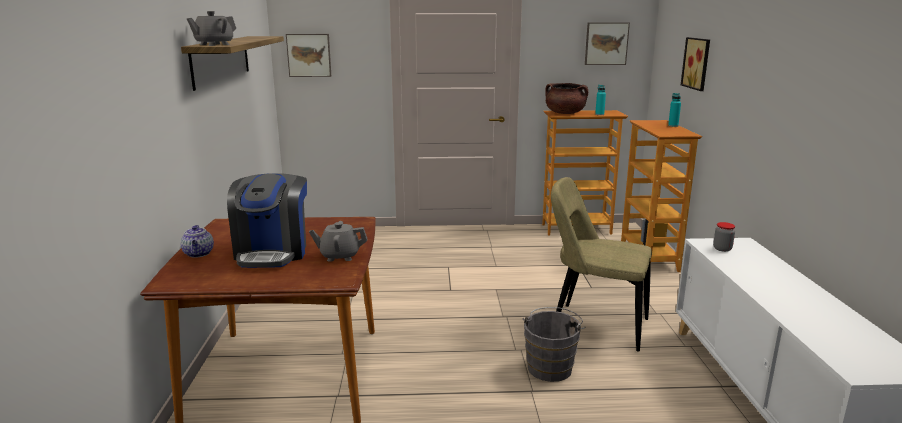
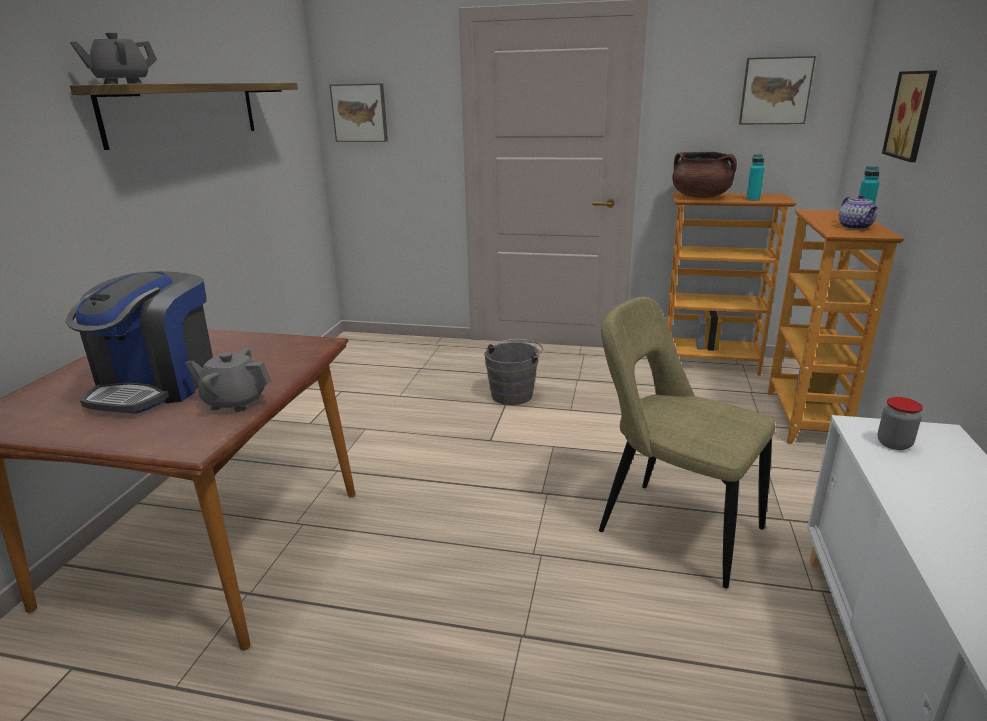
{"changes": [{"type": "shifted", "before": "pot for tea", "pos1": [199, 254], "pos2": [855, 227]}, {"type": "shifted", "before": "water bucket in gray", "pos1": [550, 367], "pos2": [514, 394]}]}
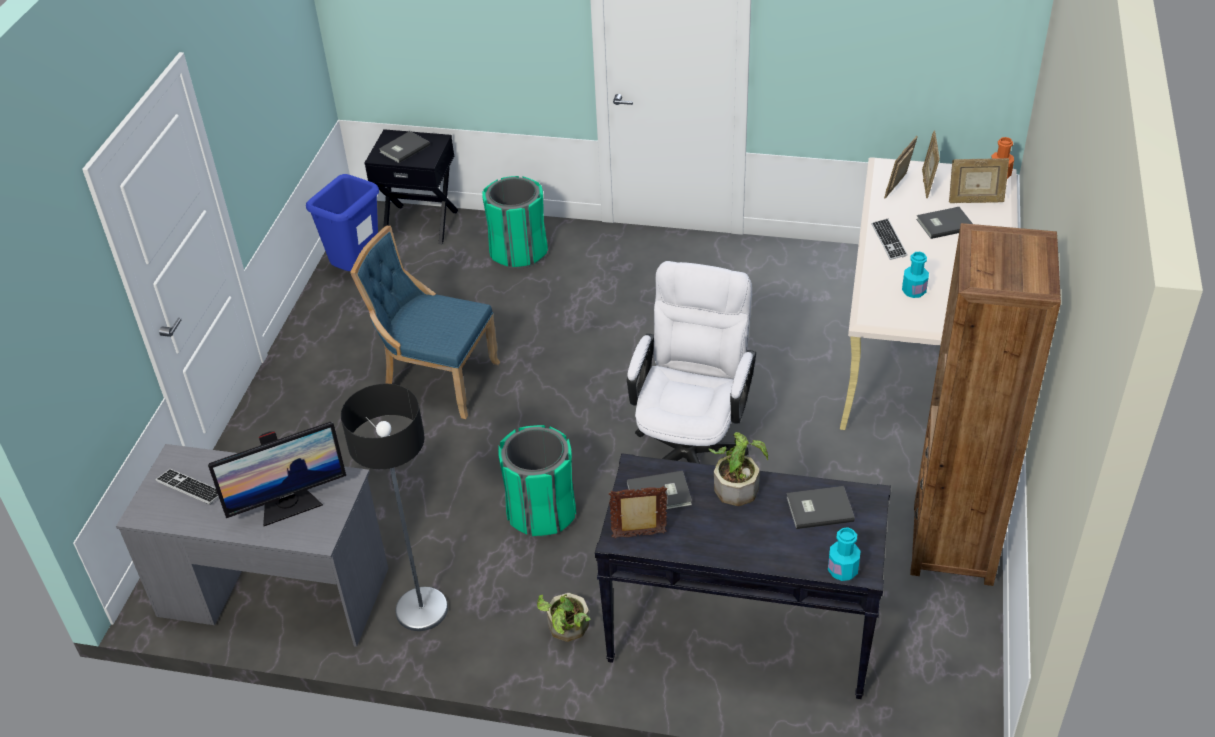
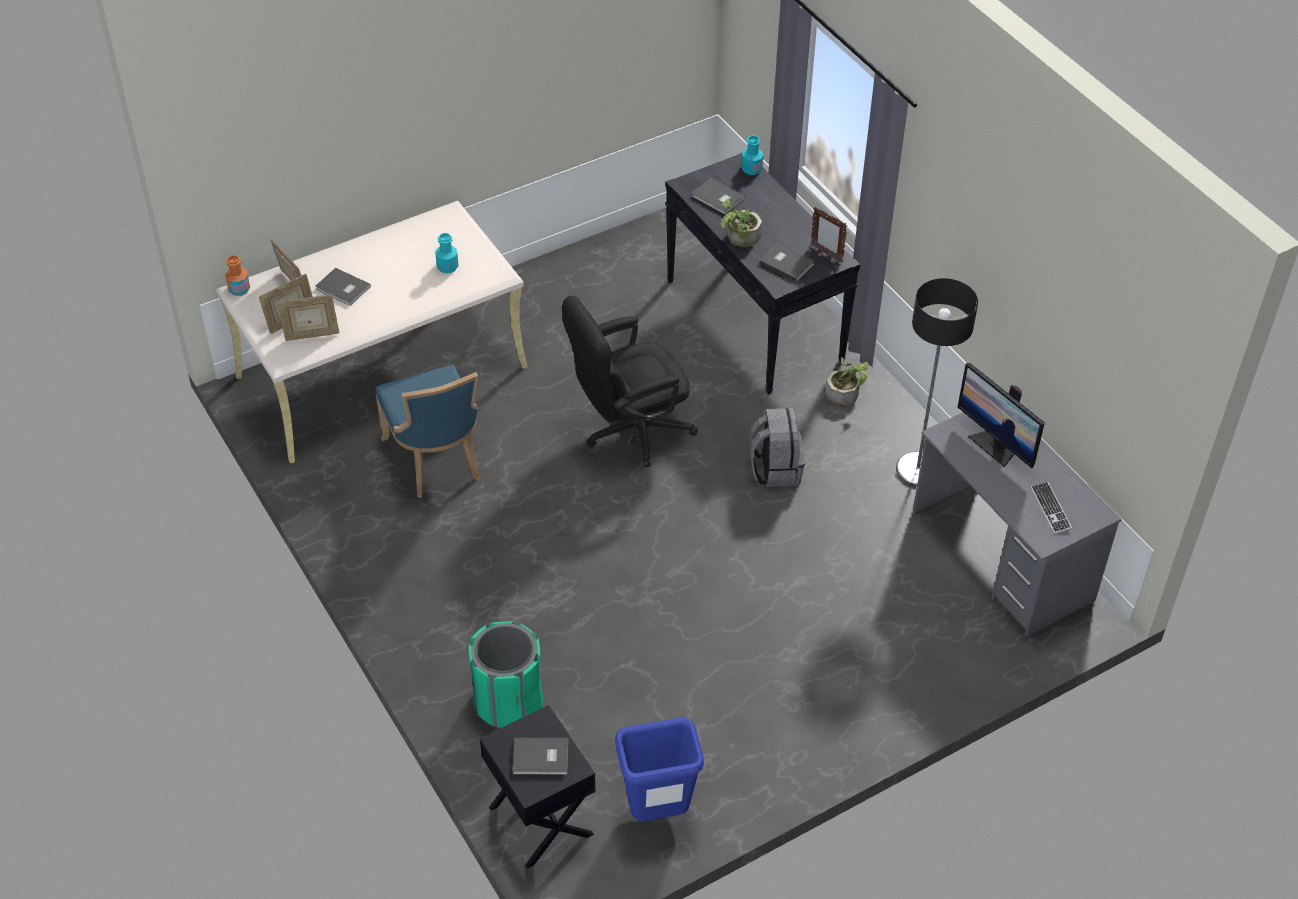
{"changes": [{"type": "gone", "before": "computer keyboard", "pos1": [889, 240]}, {"type": "gone", "before": "shelving unit in brown-coloured", "pos1": [953, 543]}, {"type": "shifted", "before": "upright chair in blue", "pos1": [436, 379], "pos2": [436, 460]}, {"type": "swapped", "before": "trash can in greenish", "after": "knapsack in gray", "pos1": [541, 512], "pos2": [775, 469]}, {"type": "repainted", "before": "desk chair in whitish", "after": "desk chair in black-coloured", "pos1": [691, 447], "pos2": [629, 431]}, {"type": "rotated", "before": "monitor", "pos1": [289, 505], "pos2": [995, 446], "turn": -150}]}
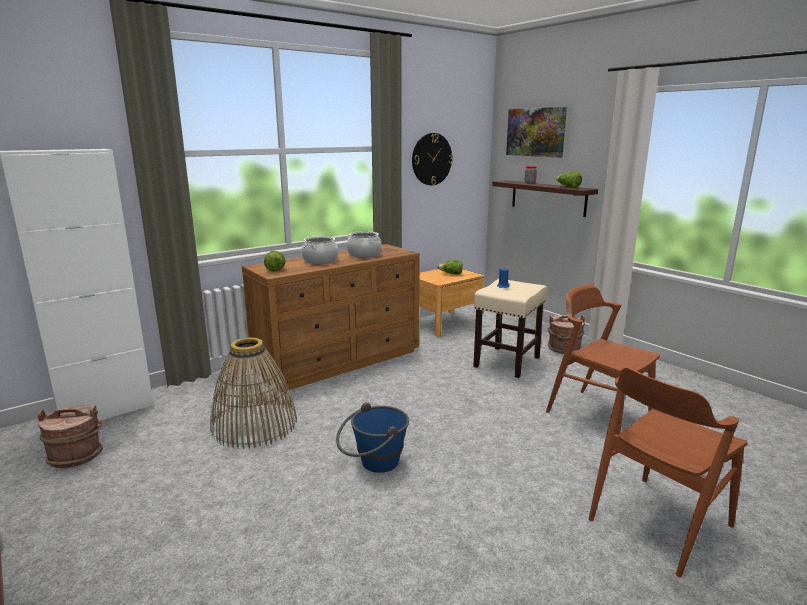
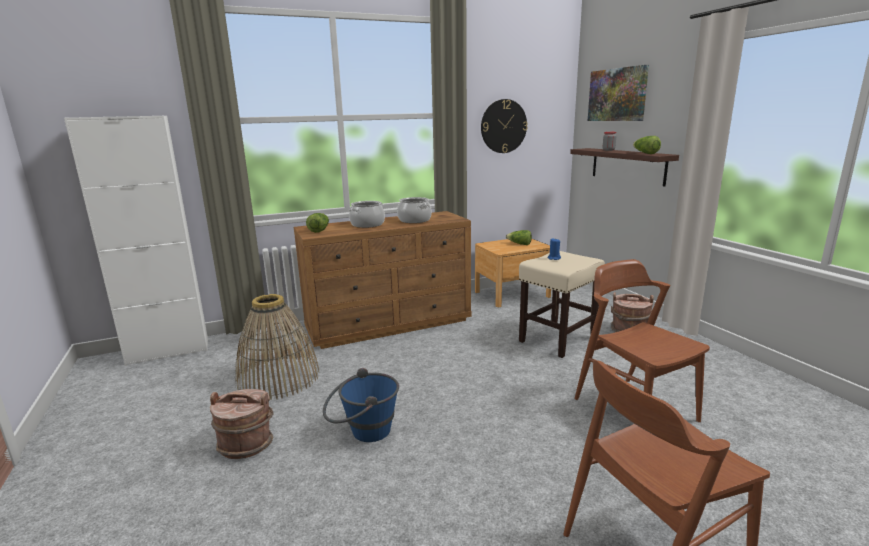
{"changes": [{"type": "shifted", "before": "water bucket in brown-coloured", "pos1": [76, 456], "pos2": [246, 444]}]}
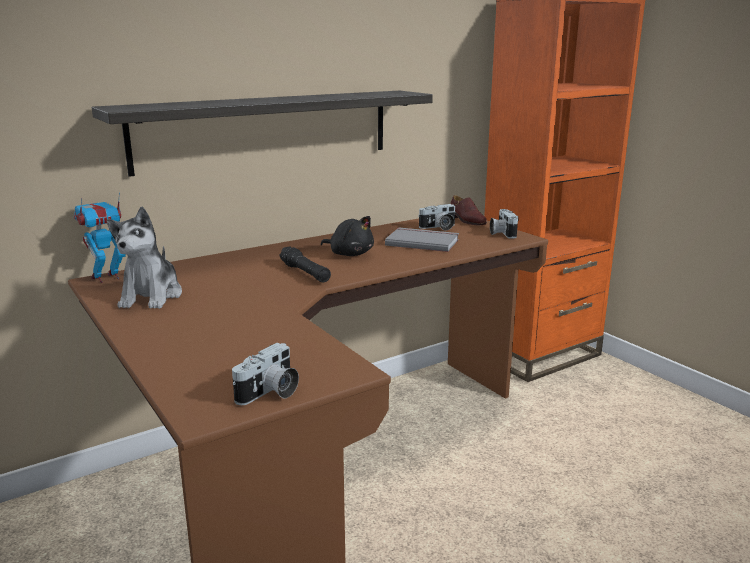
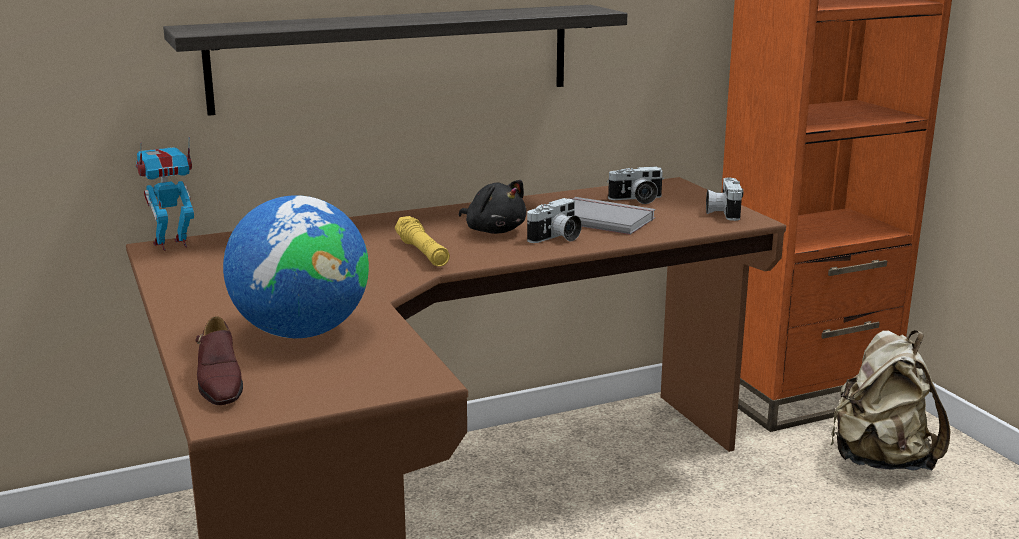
{"changes": [{"type": "gone", "before": "soft toy", "pos1": [151, 296]}, {"type": "new", "after": "desk globe", "pos2": [300, 332]}, {"type": "new", "after": "knapsack in beige", "pos2": [880, 460]}, {"type": "shifted", "before": "still camera", "pos1": [270, 393], "pos2": [556, 238]}, {"type": "shifted", "before": "item of footwear in brown-coloured", "pos1": [467, 221], "pos2": [219, 382]}, {"type": "repainted", "before": "torch in black-coloured", "after": "torch in yellow", "pos1": [305, 273], "pos2": [422, 253]}]}
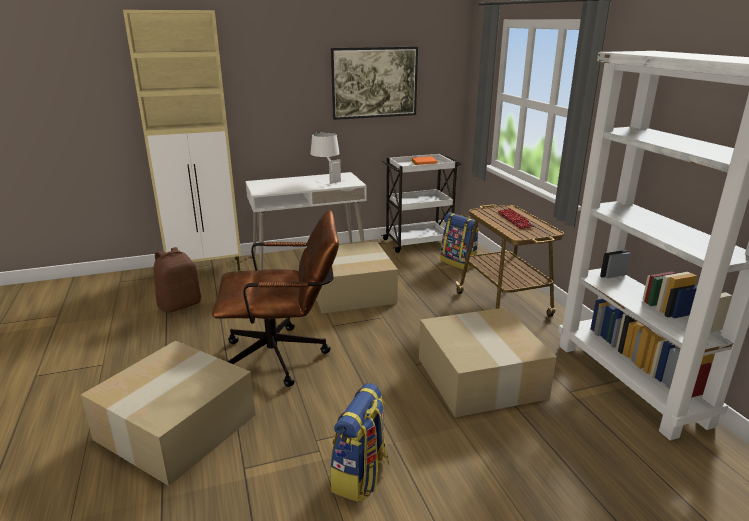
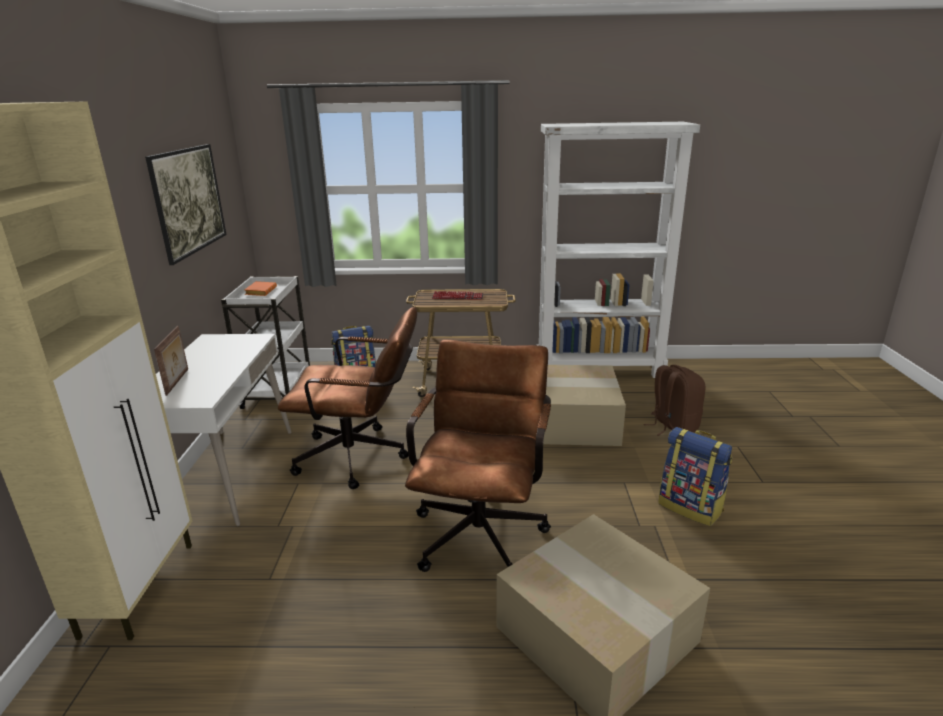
{"changes": [{"type": "gone", "before": "table lamp in whitish", "pos1": [326, 179]}, {"type": "new", "after": "photo frame", "pos2": [178, 381]}, {"type": "shifted", "before": "knapsack in brown-coloured", "pos1": [180, 305], "pos2": [672, 426]}, {"type": "swapped", "before": "carton", "after": "desk chair in brown-coloured", "pos1": [350, 292], "pos2": [361, 457]}]}
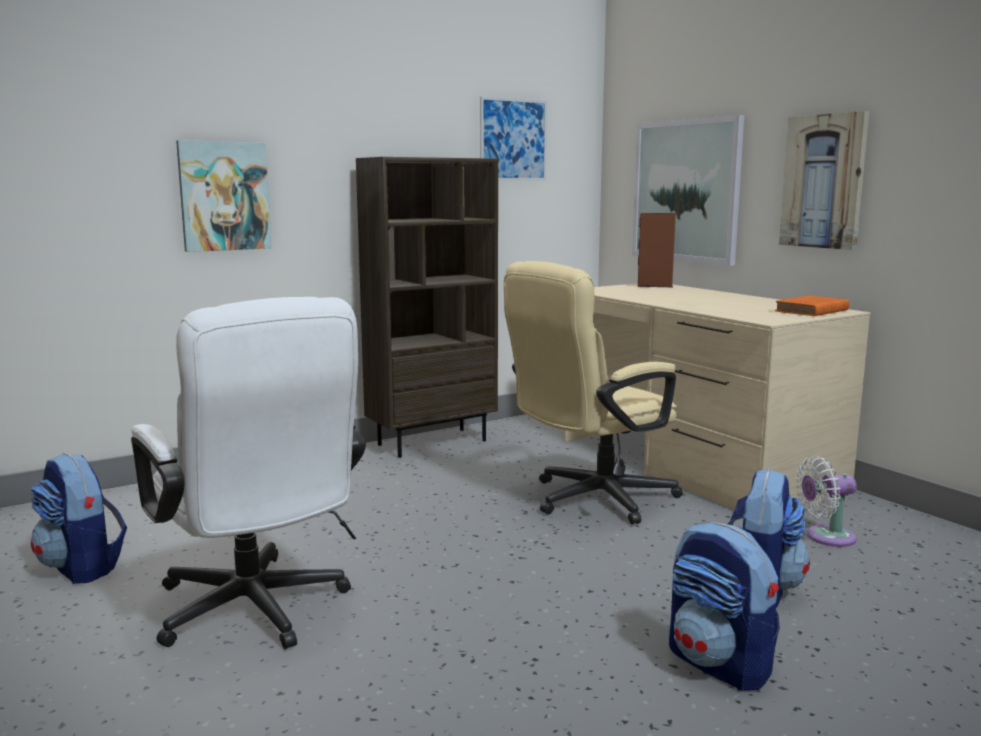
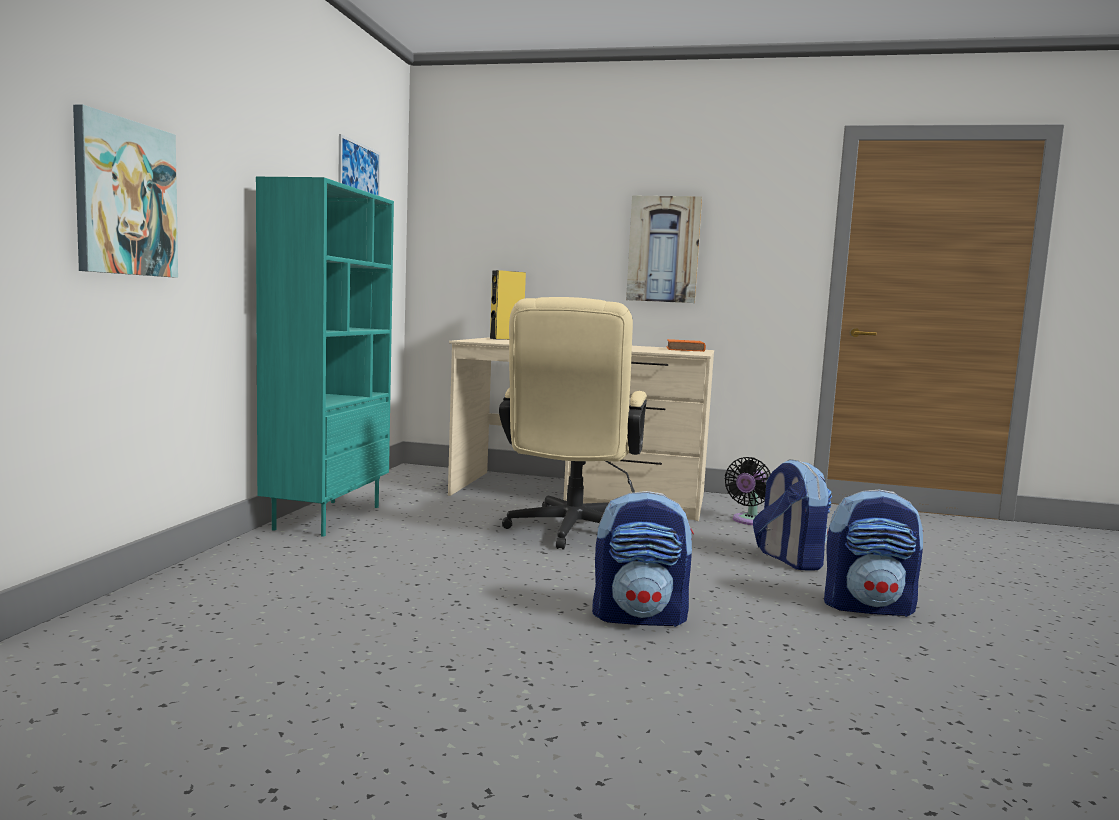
{"changes": [{"type": "gone", "before": "desk chair in whitish", "pos1": [257, 613]}, {"type": "gone", "before": "wall art", "pos1": [685, 191]}, {"type": "shifted", "before": "knapsack", "pos1": [82, 568], "pos2": [640, 617]}, {"type": "repainted", "before": "shelving unit in brown-coloured", "after": "shelving unit in blue-green", "pos1": [432, 442], "pos2": [327, 517]}, {"type": "repainted", "before": "loudspeaker in brown-coloured", "after": "loudspeaker in yellow", "pos1": [654, 286], "pos2": [506, 339]}, {"type": "repainted", "before": "fan in whitish", "after": "fan in black-coloured", "pos1": [826, 537], "pos2": [749, 521]}]}
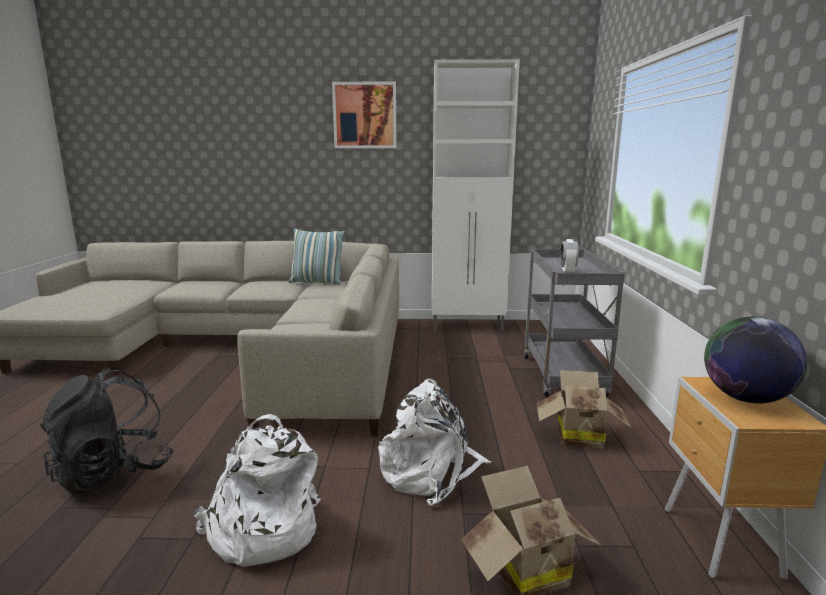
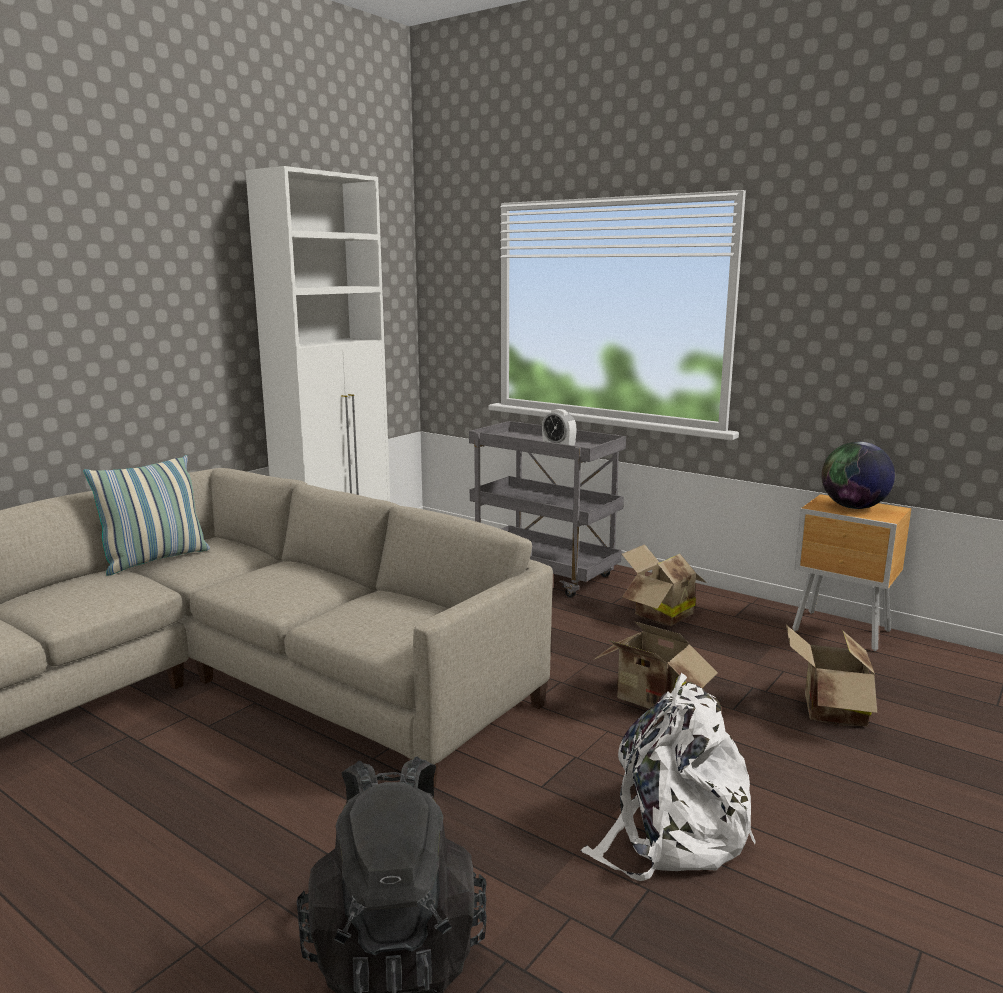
{"changes": [{"type": "gone", "before": "wall art", "pos1": [365, 115]}, {"type": "swapped", "before": "knapsack in whitish", "after": "carton", "pos1": [431, 472], "pos2": [651, 700]}]}
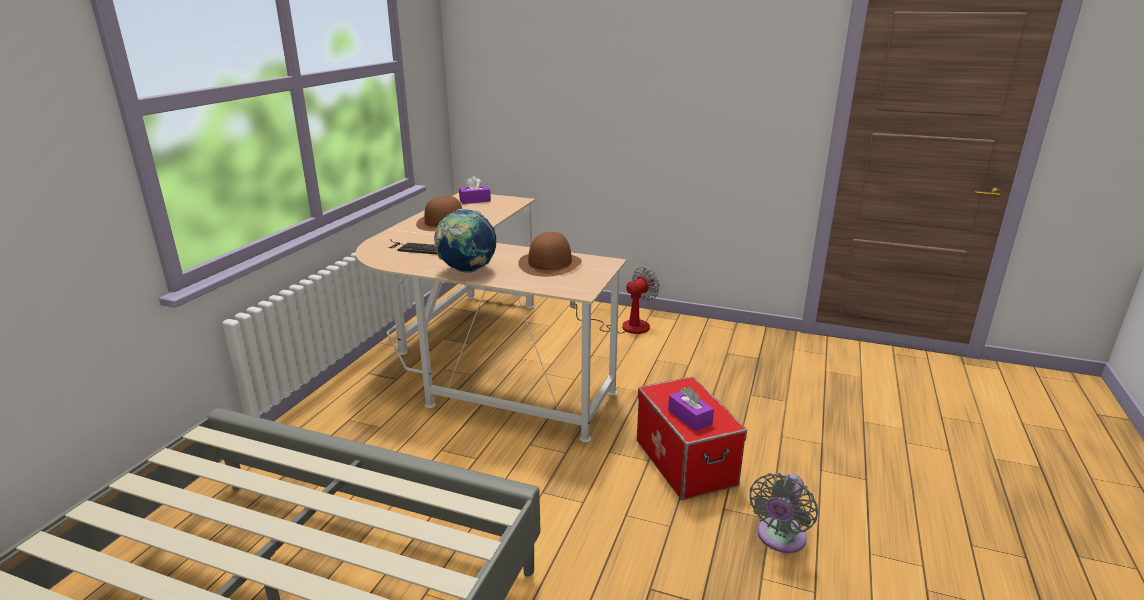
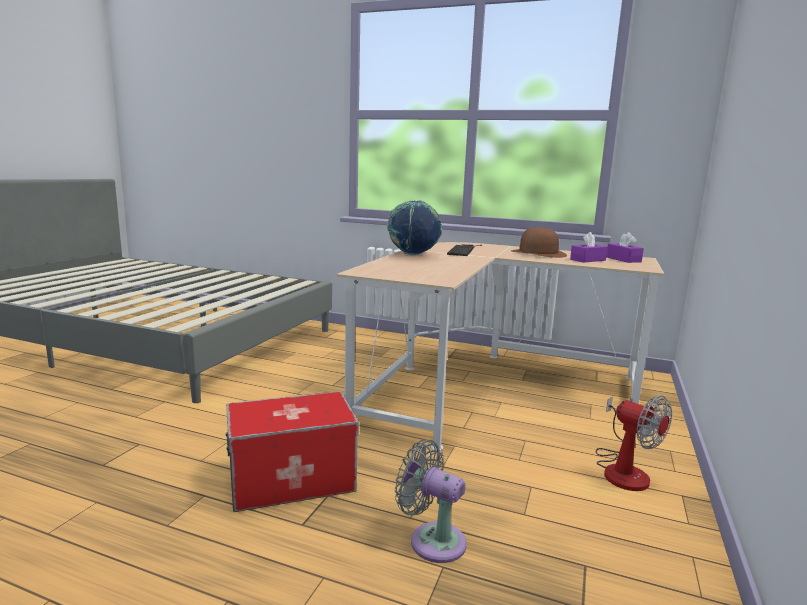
{"changes": [{"type": "gone", "before": "clothing hat in brown-coloured", "pos1": [550, 264]}, {"type": "shifted", "before": "tissue box in purple", "pos1": [689, 417], "pos2": [587, 260]}, {"type": "shifted", "before": "fan in gray", "pos1": [779, 539], "pos2": [432, 540]}]}
